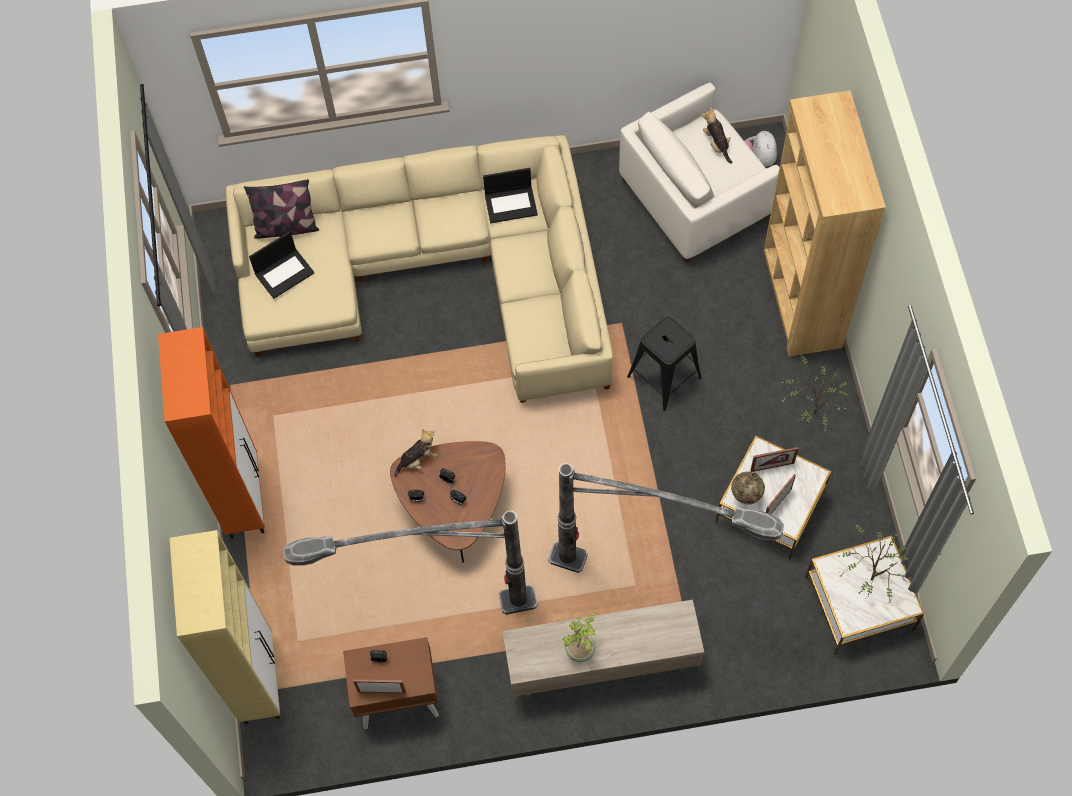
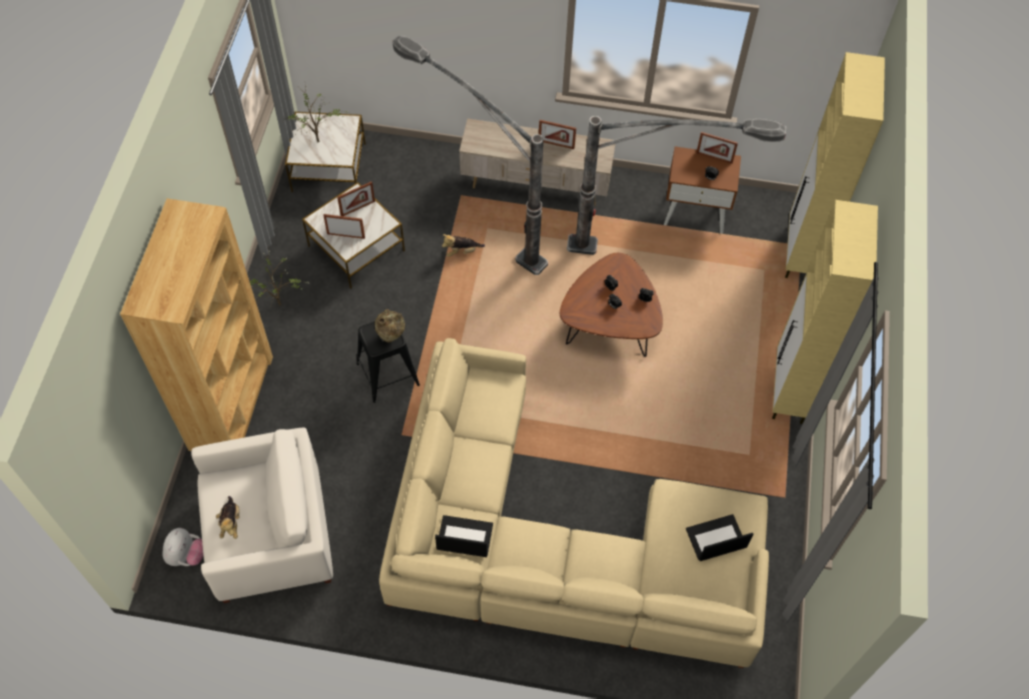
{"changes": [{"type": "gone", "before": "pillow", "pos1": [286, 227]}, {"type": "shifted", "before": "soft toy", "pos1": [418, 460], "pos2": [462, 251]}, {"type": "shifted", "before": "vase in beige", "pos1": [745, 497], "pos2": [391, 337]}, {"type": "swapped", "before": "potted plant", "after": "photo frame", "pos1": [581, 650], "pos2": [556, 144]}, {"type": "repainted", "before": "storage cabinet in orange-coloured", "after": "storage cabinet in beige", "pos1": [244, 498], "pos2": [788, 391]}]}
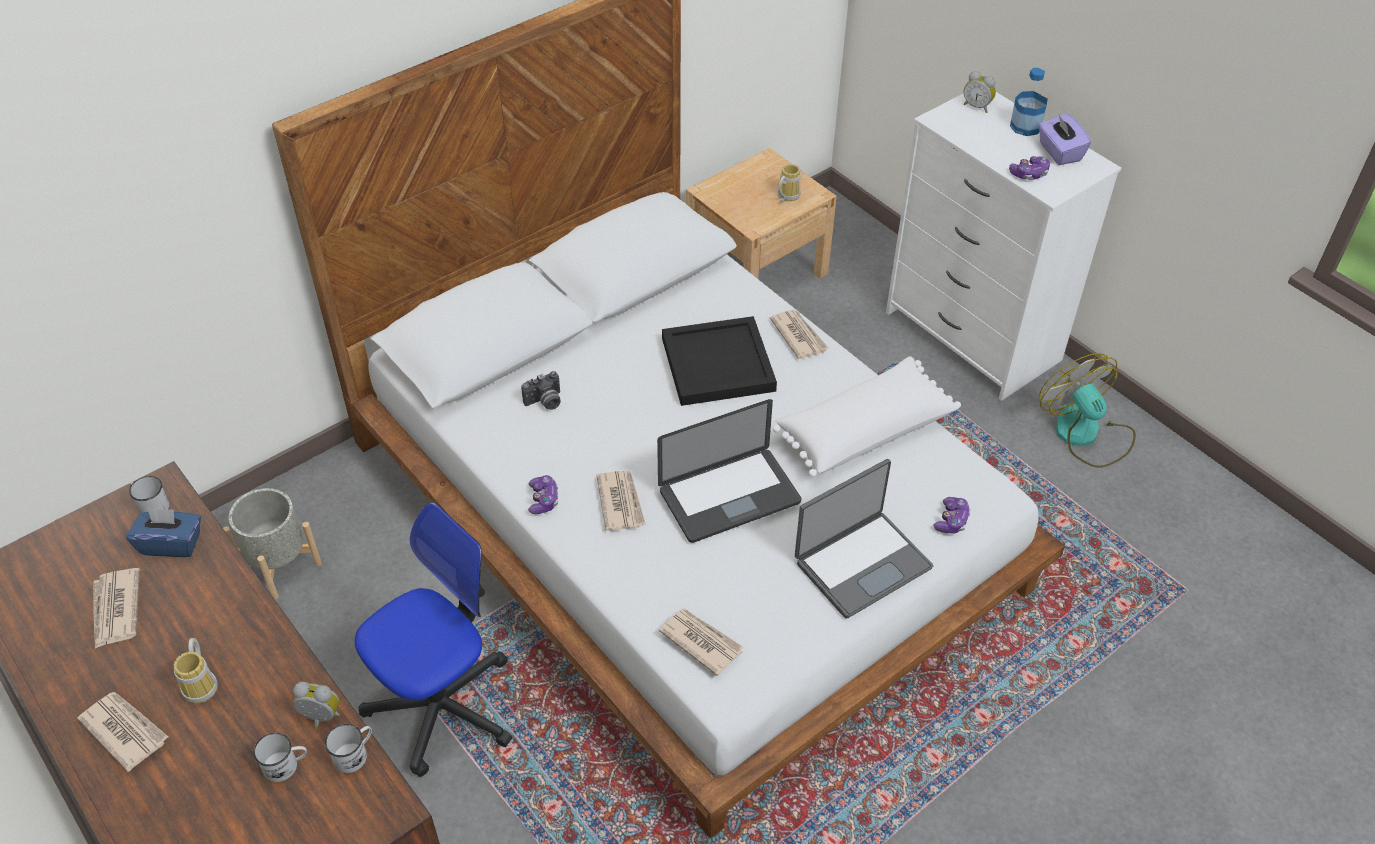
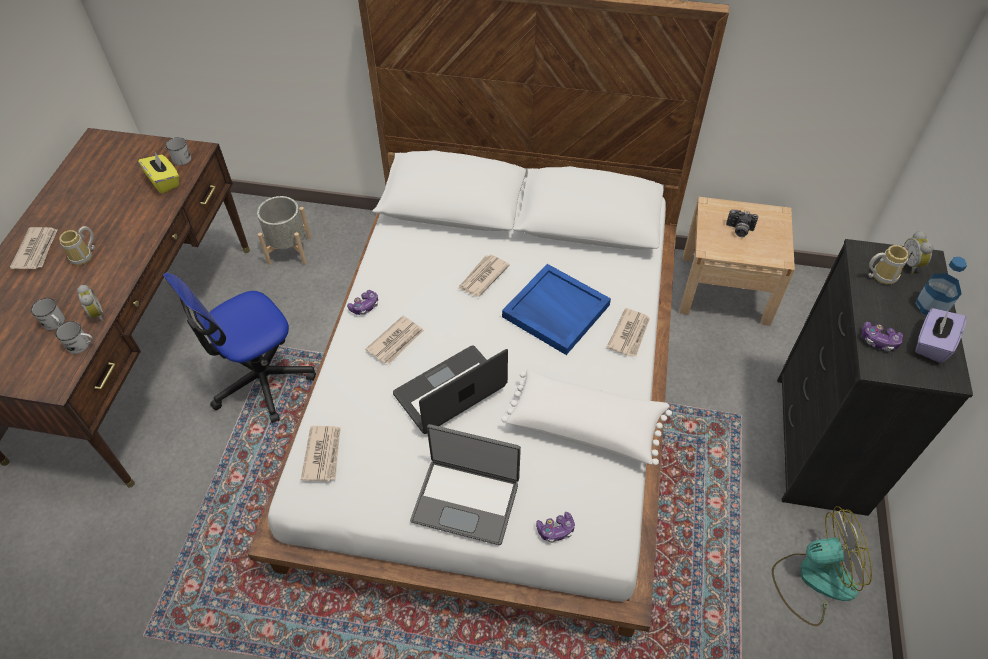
{"changes": [{"type": "shifted", "before": "daily paper", "pos1": [116, 610], "pos2": [482, 277]}, {"type": "shifted", "before": "still camera", "pos1": [545, 402], "pos2": [739, 230]}, {"type": "shifted", "before": "tea mug", "pos1": [786, 196], "pos2": [880, 275]}, {"type": "repainted", "before": "tissue box in blue", "after": "tissue box in yellow", "pos1": [171, 544], "pos2": [164, 181]}, {"type": "repainted", "before": "carrying tray in black-coloured", "after": "carrying tray in blue", "pos1": [717, 365], "pos2": [555, 311]}, {"type": "repainted", "before": "drawer chest in whitish", "after": "drawer chest in black-coloured", "pos1": [971, 336], "pos2": [818, 443]}, {"type": "rotated", "before": "desk chair", "pos1": [442, 706], "pos2": [261, 380], "turn": 135}, {"type": "rotated", "before": "portable computer", "pos1": [729, 497], "pos2": [450, 391], "turn": 120}, {"type": "rotated", "before": "fan", "pos1": [1085, 435], "pos2": [813, 579], "turn": 60}]}
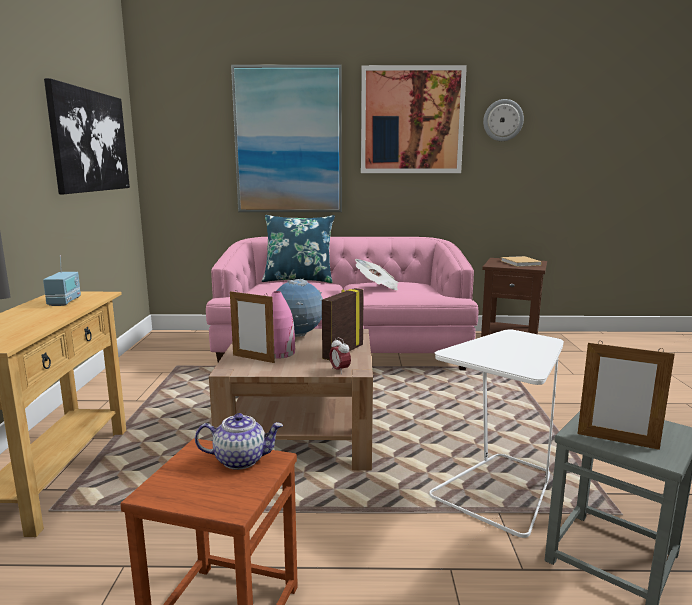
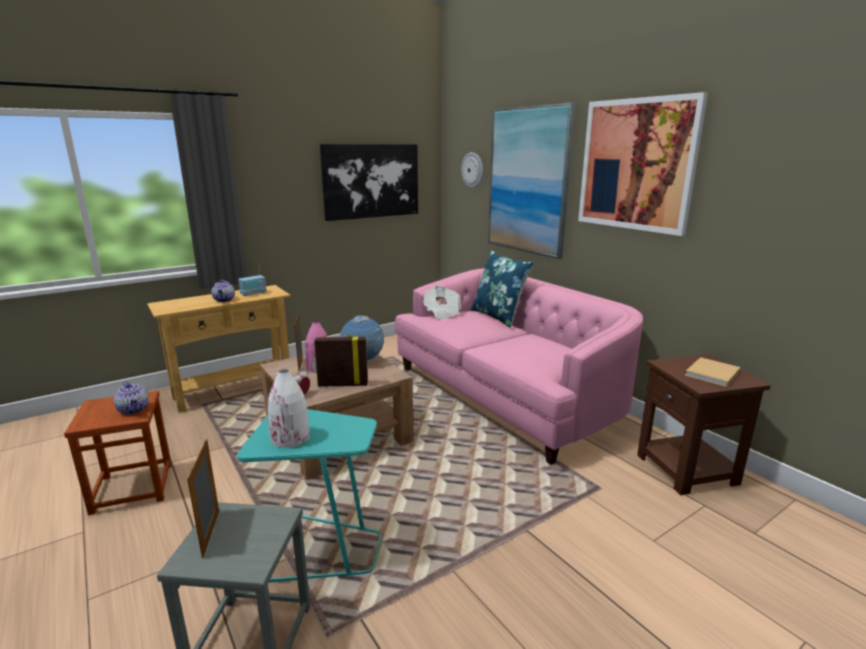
{"changes": [{"type": "new", "after": "pot for tea", "pos2": [224, 300]}, {"type": "new", "after": "vase in whitish", "pos2": [290, 438]}, {"type": "shifted", "before": "daily paper", "pos1": [377, 287], "pos2": [442, 313]}, {"type": "shifted", "before": "hanging clock", "pos1": [503, 120], "pos2": [472, 170]}, {"type": "repainted", "before": "accent table in whitish", "after": "accent table in blue-green", "pos1": [498, 490], "pos2": [320, 549]}]}
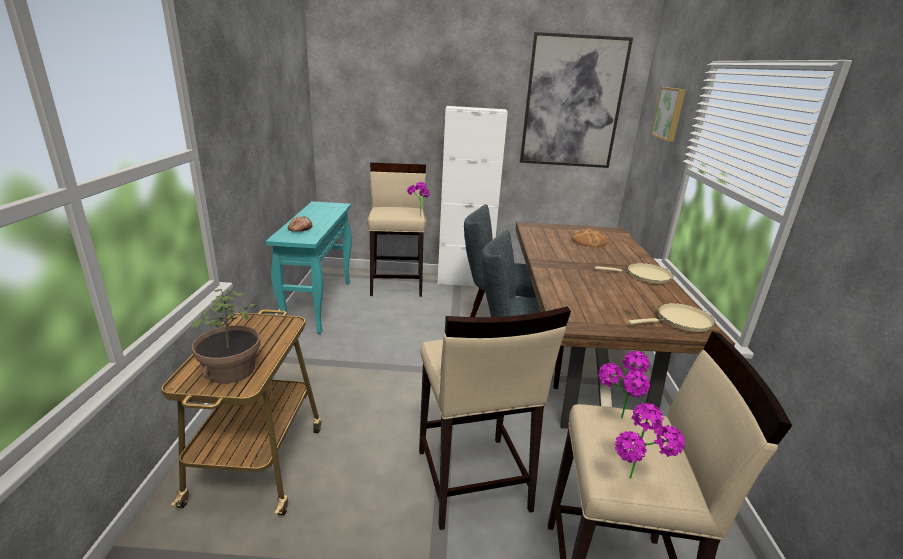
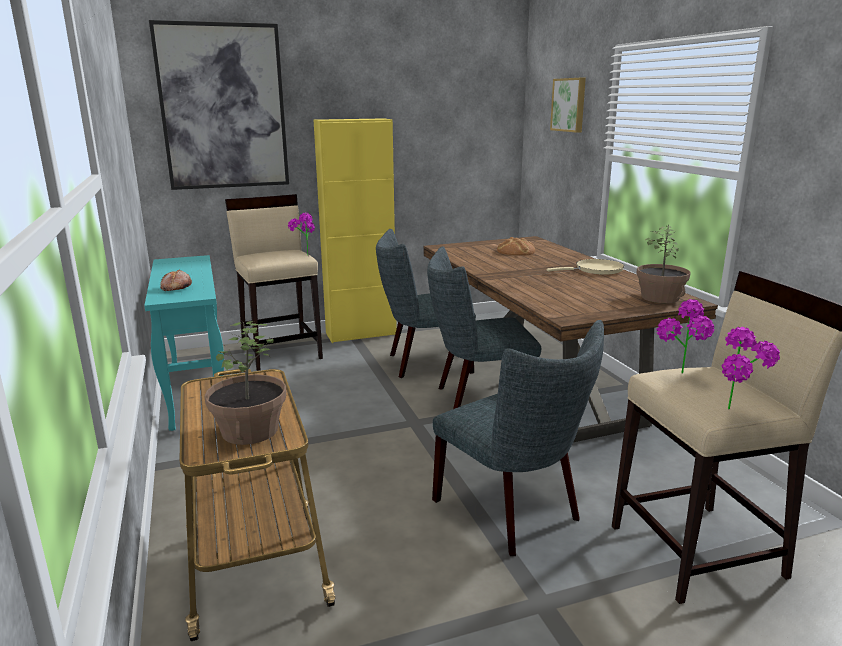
{"changes": [{"type": "shifted", "before": "wall art", "pos1": [572, 103], "pos2": [223, 107]}, {"type": "swapped", "before": "stool in beige", "after": "upright chair in gray", "pos1": [472, 481], "pos2": [513, 513]}, {"type": "swapped", "before": "frying pan in beige", "after": "potted plant", "pos1": [680, 321], "pos2": [660, 298]}, {"type": "repainted", "before": "storage cabinet in whitish", "after": "storage cabinet in yellow", "pos1": [464, 281], "pos2": [361, 334]}]}
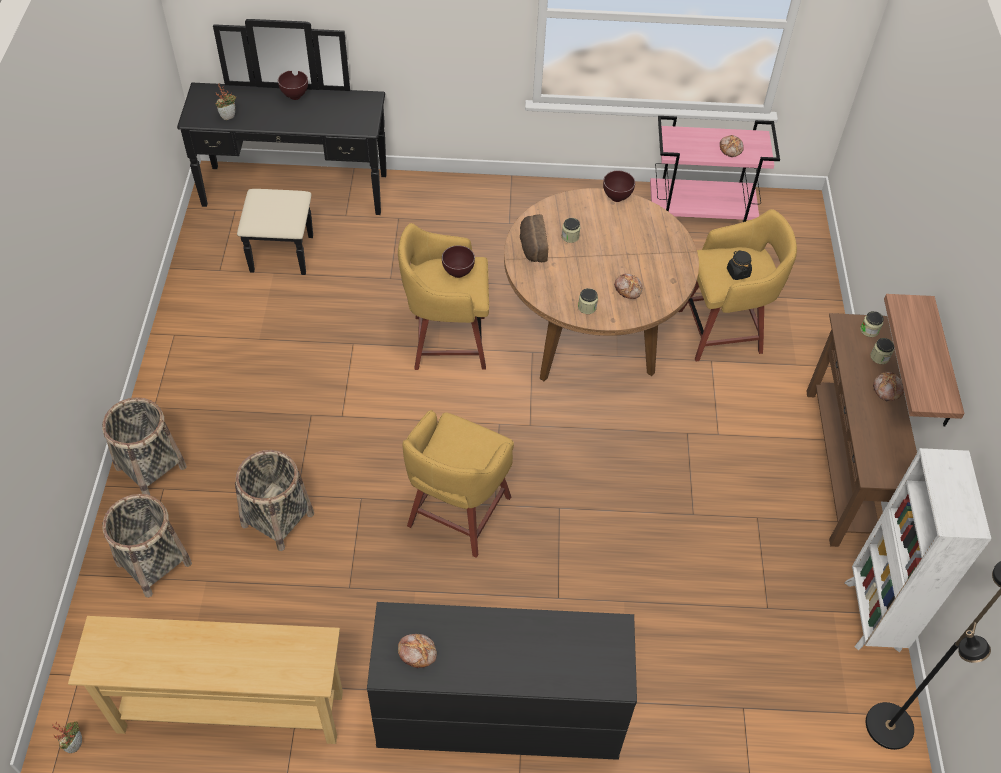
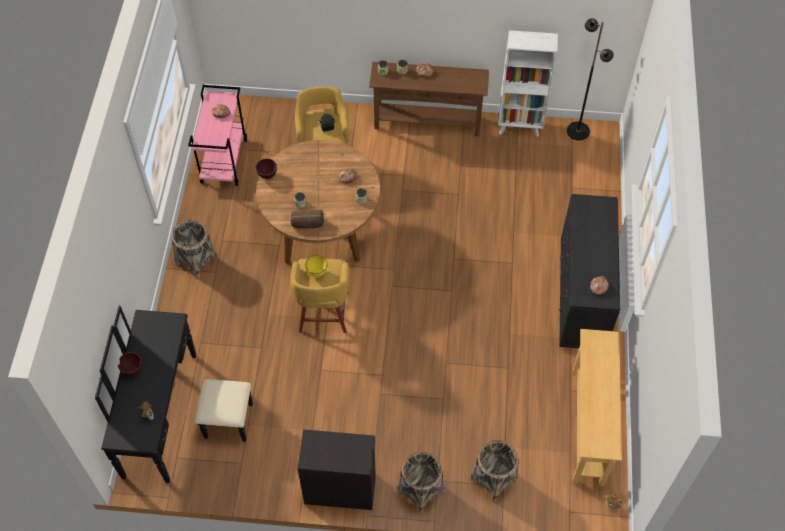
{"changes": [{"type": "gone", "before": "stool in yellow", "pos1": [457, 514]}, {"type": "gone", "before": "shelf", "pos1": [941, 366]}, {"type": "new", "after": "storage cabinet in black-coloured", "pos2": [340, 488]}, {"type": "shifted", "before": "storage basket", "pos1": [277, 520], "pos2": [196, 260]}, {"type": "repainted", "before": "bowl in brown-coloured", "after": "bowl in yellow", "pos1": [457, 274], "pos2": [317, 273]}]}
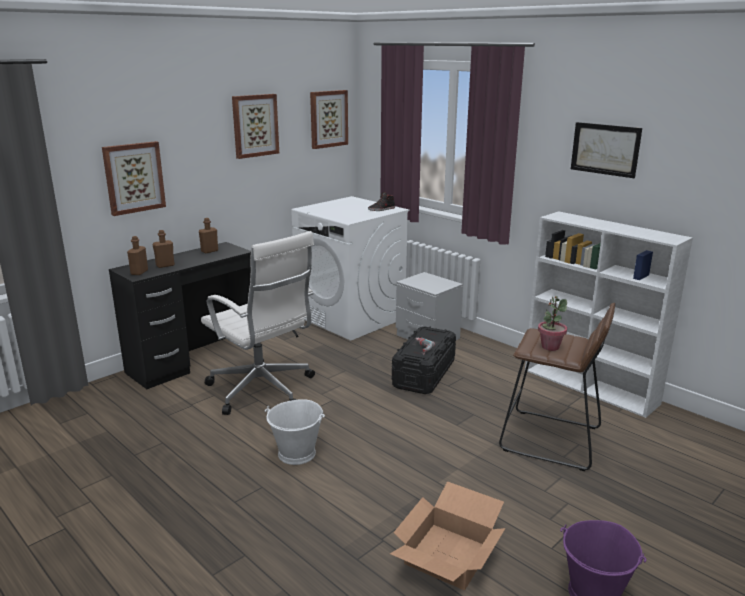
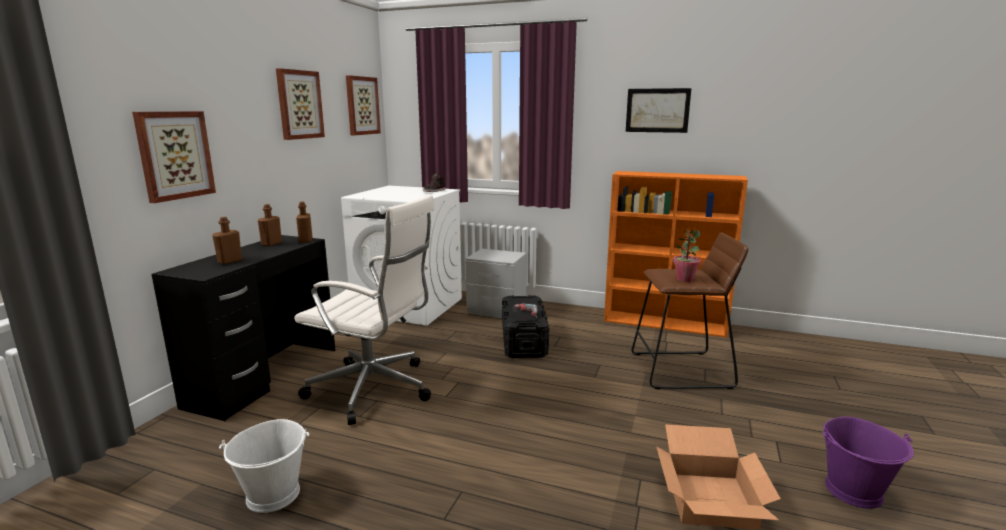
{"changes": [{"type": "shifted", "before": "beverage bottle in brown-coloured", "pos1": [139, 272], "pos2": [305, 240]}, {"type": "shifted", "before": "water bucket in whitish", "pos1": [297, 454], "pos2": [274, 495]}, {"type": "repainted", "before": "shelving unit in whitish", "after": "shelving unit in orange-coloured", "pos1": [591, 387], "pos2": [665, 323]}]}
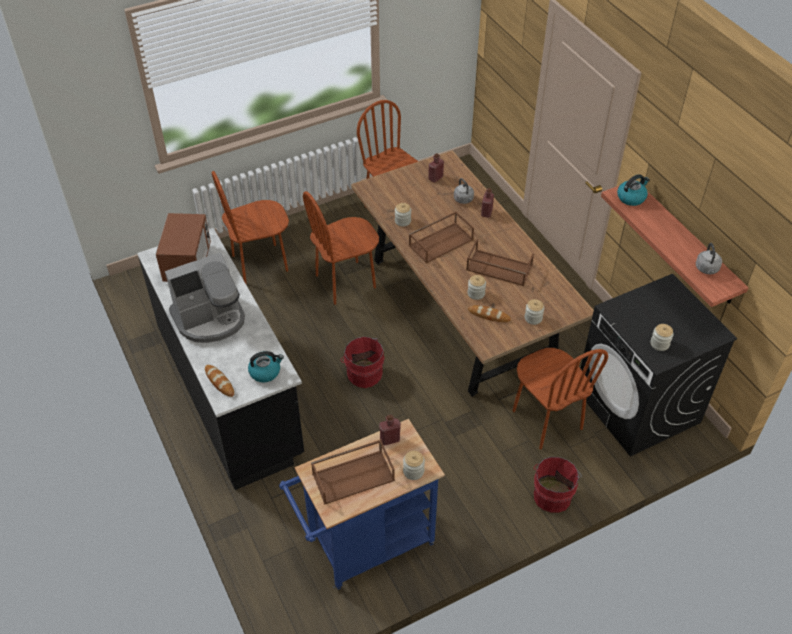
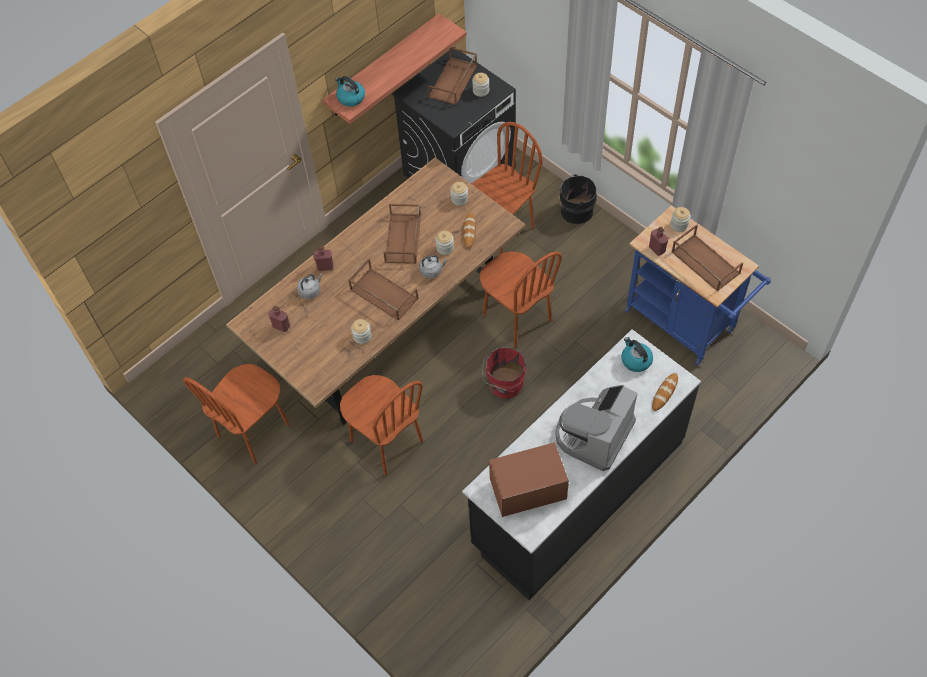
{"changes": [{"type": "new", "after": "carrying tray in brown-coloured", "pos2": [453, 82]}, {"type": "shifted", "before": "upright chair in brown-coloured", "pos1": [260, 263], "pos2": [516, 318]}, {"type": "shifted", "before": "kettle in gray", "pos1": [707, 269], "pos2": [432, 271]}, {"type": "repainted", "before": "water bucket in reddish", "after": "water bucket in black-coloured", "pos1": [552, 494], "pos2": [575, 211]}, {"type": "rotated", "before": "coffee brewer", "pos1": [210, 318], "pos2": [593, 434], "turn": -105}]}
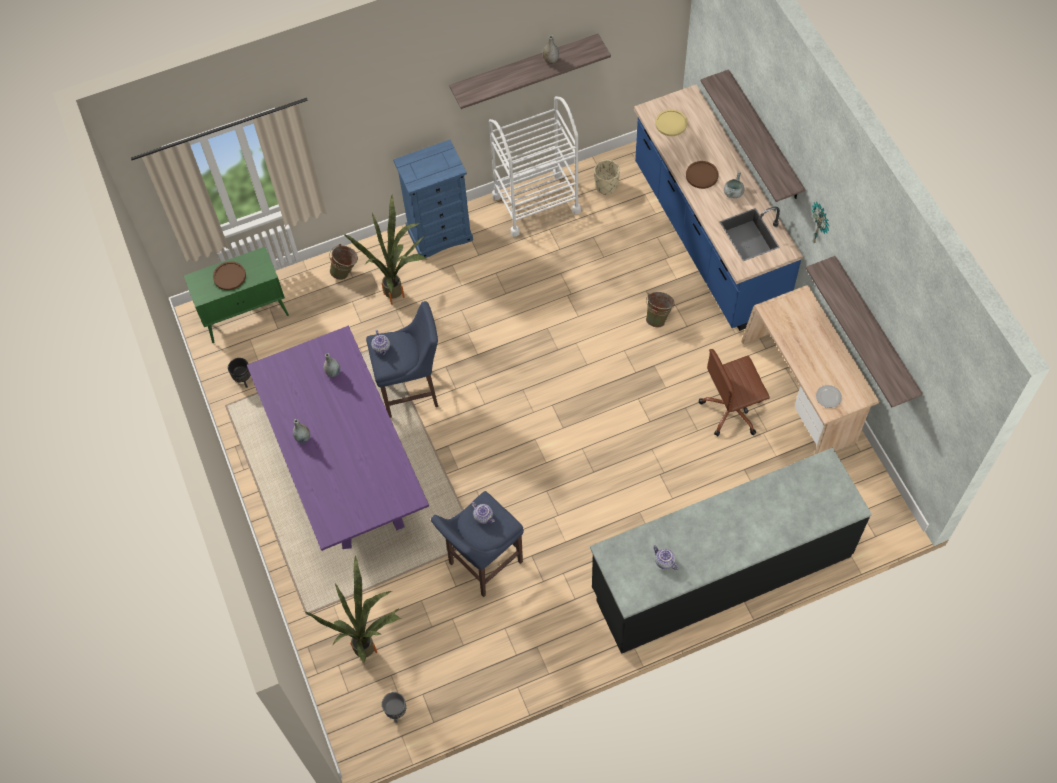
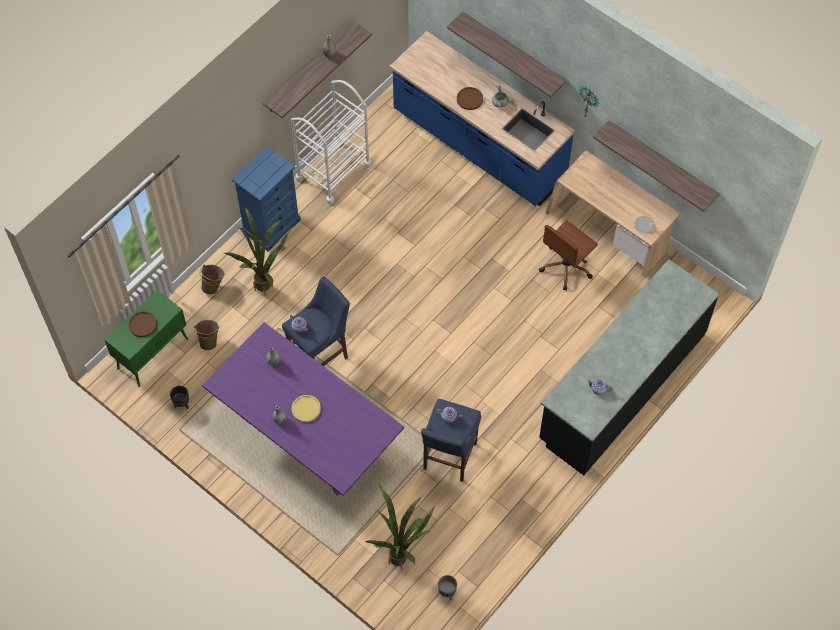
{"changes": [{"type": "gone", "before": "plant pot in beige", "pos1": [606, 186]}, {"type": "shifted", "before": "water bucket in greenish", "pos1": [658, 317], "pos2": [209, 340]}, {"type": "shifted", "before": "dinner plate in yellow", "pos1": [671, 123], "pos2": [306, 409]}]}
